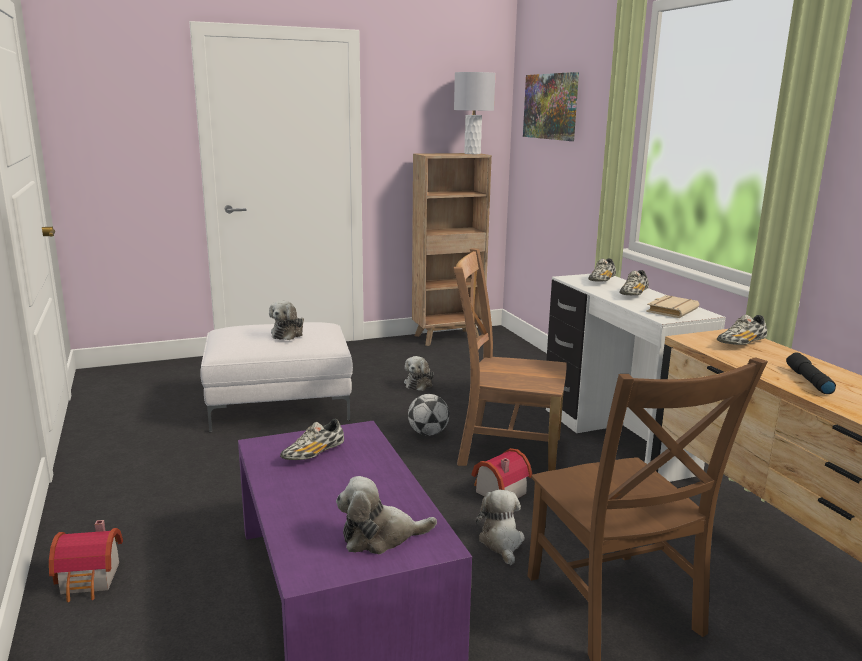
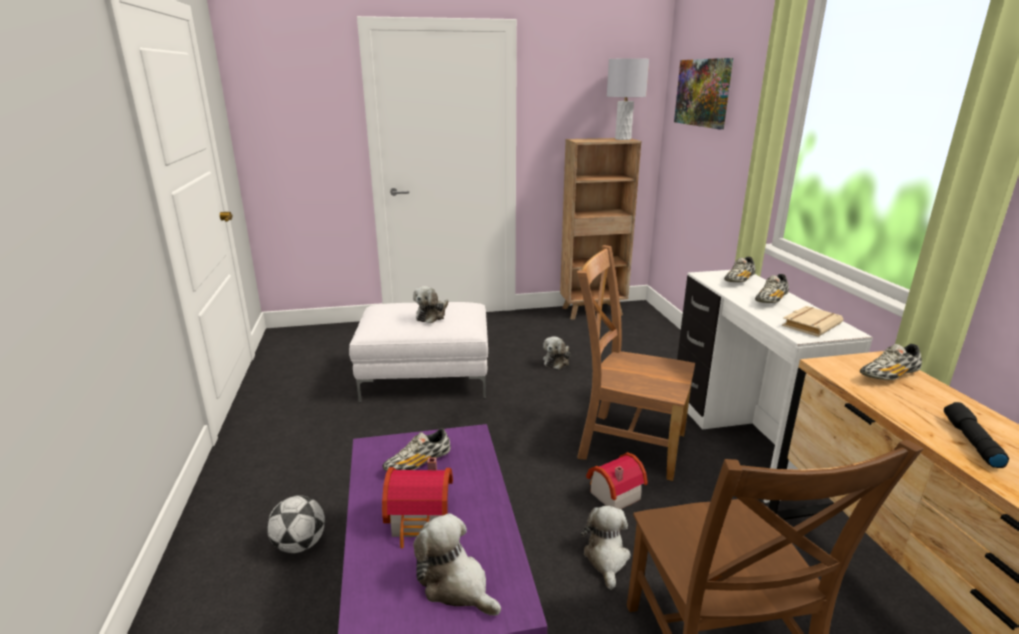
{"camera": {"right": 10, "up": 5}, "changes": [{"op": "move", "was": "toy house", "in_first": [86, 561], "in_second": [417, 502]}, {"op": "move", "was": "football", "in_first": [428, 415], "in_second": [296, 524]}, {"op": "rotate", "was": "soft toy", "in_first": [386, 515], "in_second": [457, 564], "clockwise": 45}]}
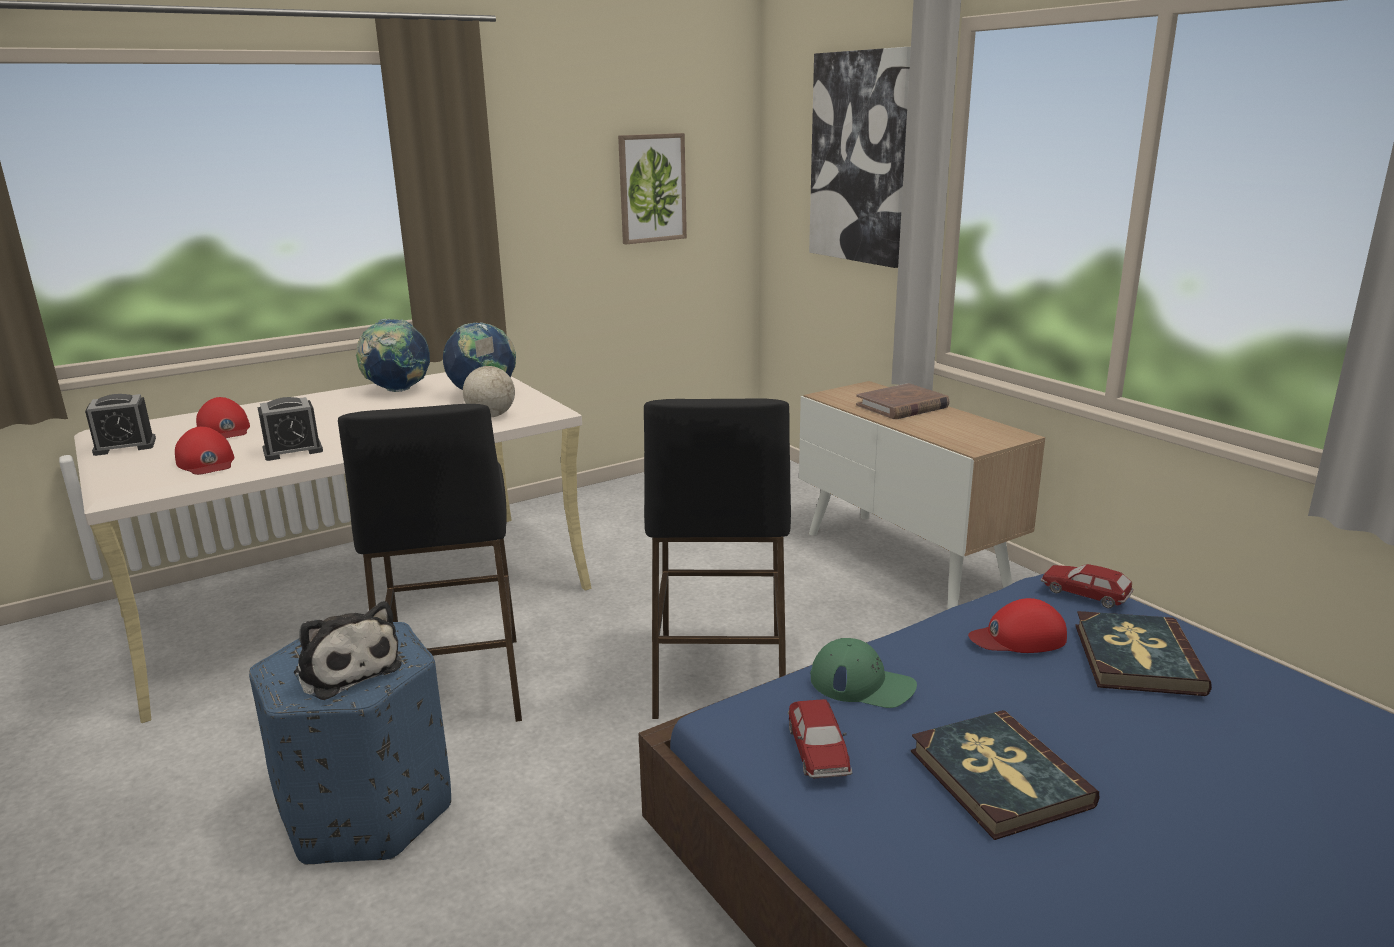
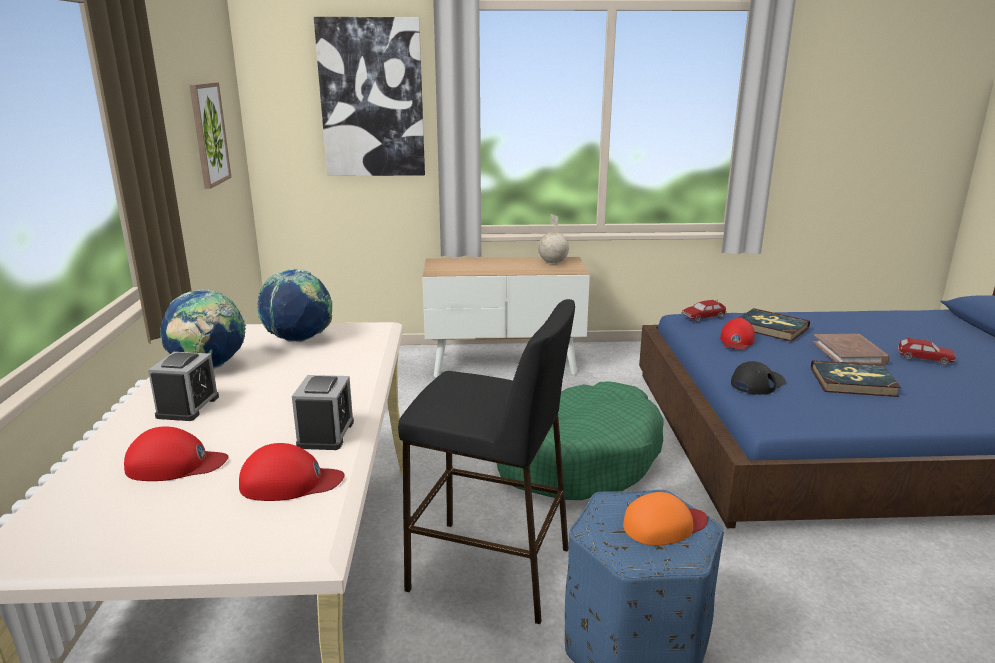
{"camera": {"right": -60, "up": 0}, "changes": [{"op": "move", "was": "bedside clock", "in_first": [120, 425], "in_second": [183, 386]}, {"op": "move", "was": "desk globe", "in_first": [489, 376], "in_second": [553, 238]}, {"op": "move", "was": "miniature car", "in_first": [820, 738], "in_second": [927, 351]}, {"op": "move", "was": "book/brownish", "in_first": [903, 401], "in_second": [851, 349]}, {"op": "replace", "was": "soft toy", "now": "baseball cap/orange-coloured", "in_first": [348, 650], "in_second": [665, 519]}, {"op": "replace", "was": "stool seat/blackish", "now": "dog cushion/green", "in_first": [717, 558], "in_second": [580, 440]}, {"op": "recolor", "was": "baseball cap/green", "now": "baseball cap/blackish", "in_first": [863, 673], "in_second": [758, 378]}]}
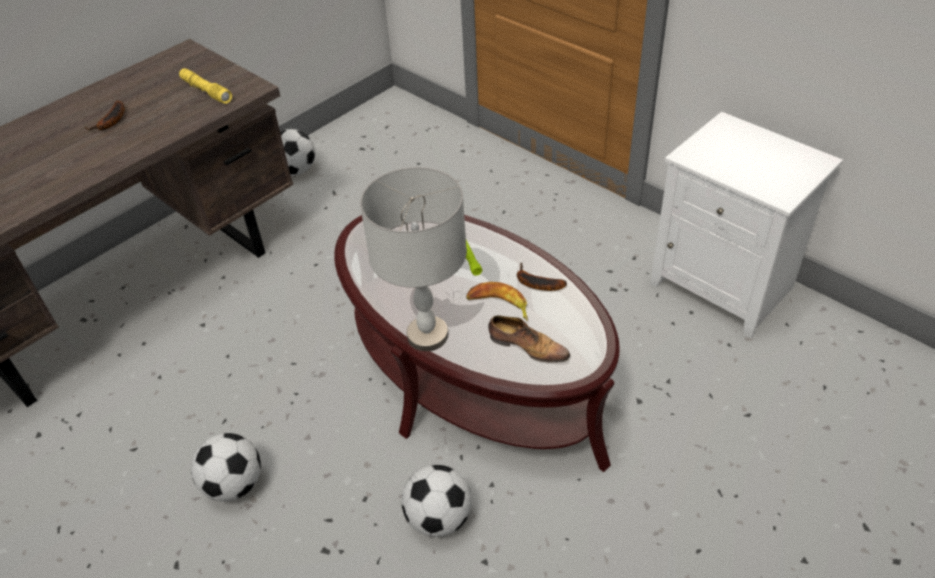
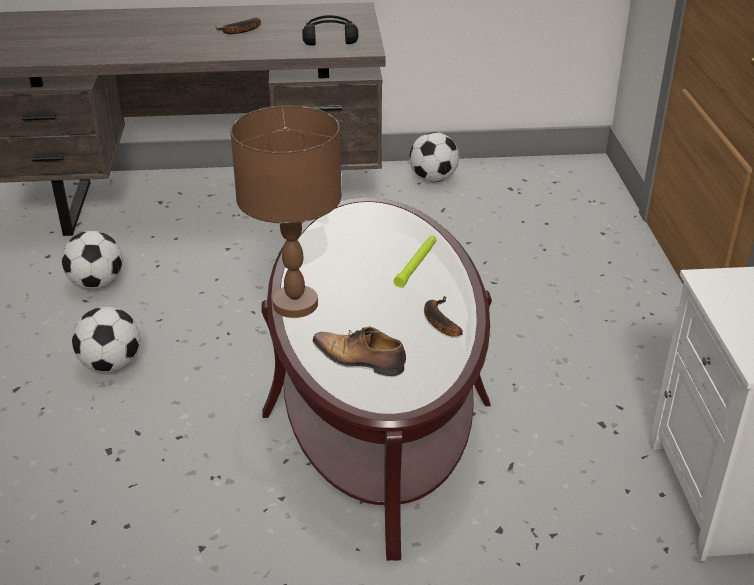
{"camera": {"right": 40, "up": -10}, "changes": [{"op": "delete", "was": "whole banana", "in_first": [497, 301]}, {"op": "move", "was": "football", "in_first": [436, 501], "in_second": [92, 260]}, {"op": "replace", "was": "torch/yellow-coloured", "now": "headphones/blackish", "in_first": [205, 86], "in_second": [330, 30]}, {"op": "recolor", "was": "lamp for a table/gray", "now": "lamp for a table/brownish", "in_first": [413, 259], "in_second": [286, 211]}, {"op": "rotate", "was": "item of footwear", "in_first": [529, 339], "in_second": [359, 351], "clockwise": 135}]}
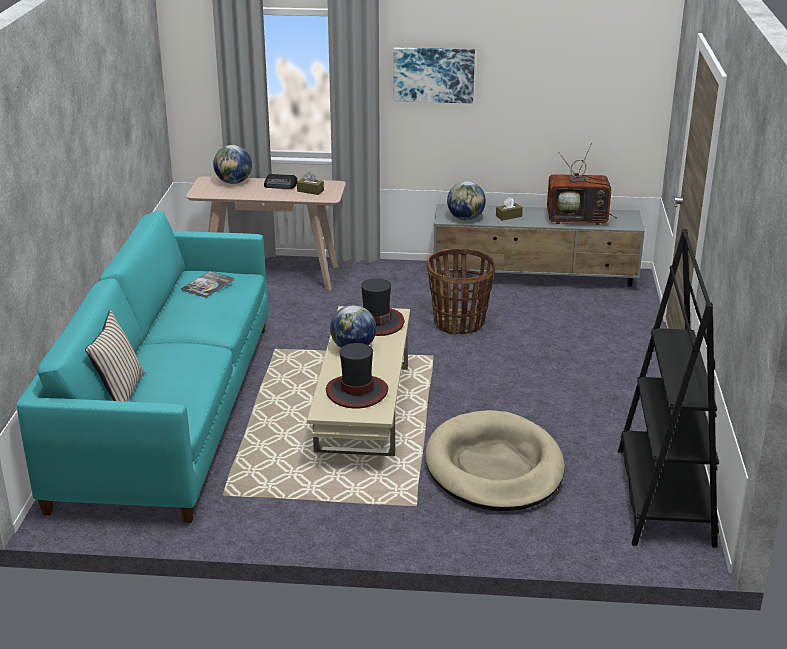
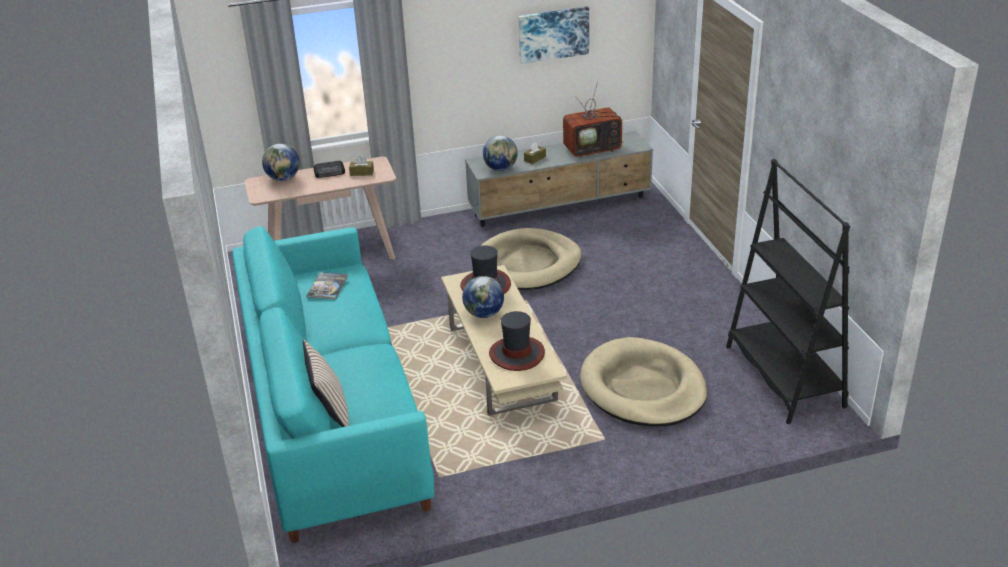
{"camera": {"right": -20, "up": 5}, "changes": [{"op": "move", "was": "picture", "in_first": [434, 75], "in_second": [553, 35]}, {"op": "replace", "was": "storage basket", "now": "dog cushion/sand-coloured", "in_first": [461, 292], "in_second": [531, 259]}]}
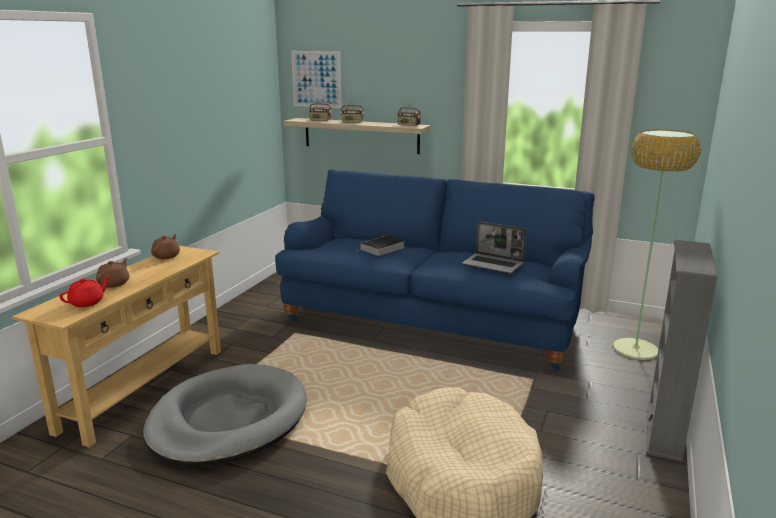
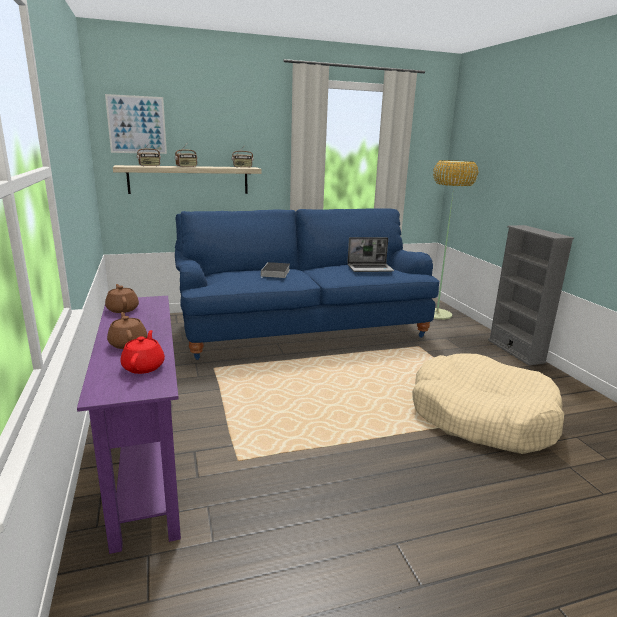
{"camera": {"right": -40, "up": 0}, "changes": [{"op": "delete", "was": "dog cushion/gray", "in_first": [225, 415]}, {"op": "recolor", "was": "narrow table/sand-coloured", "now": "narrow table/purple", "in_first": [116, 346], "in_second": [129, 425]}]}
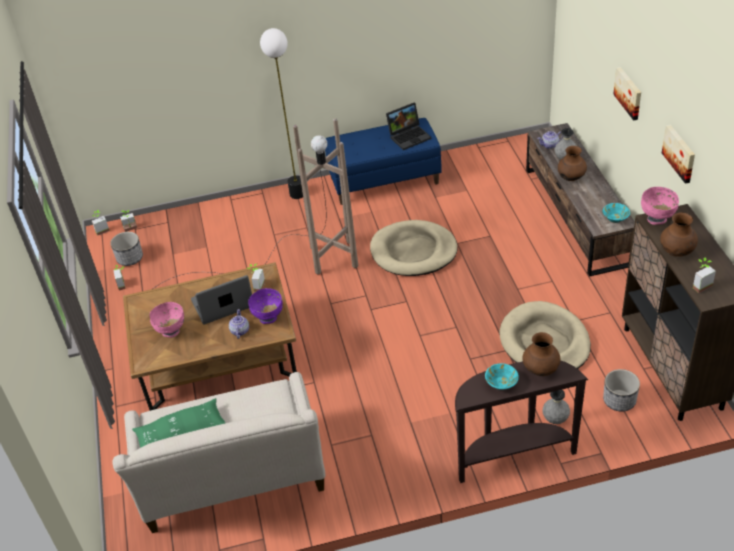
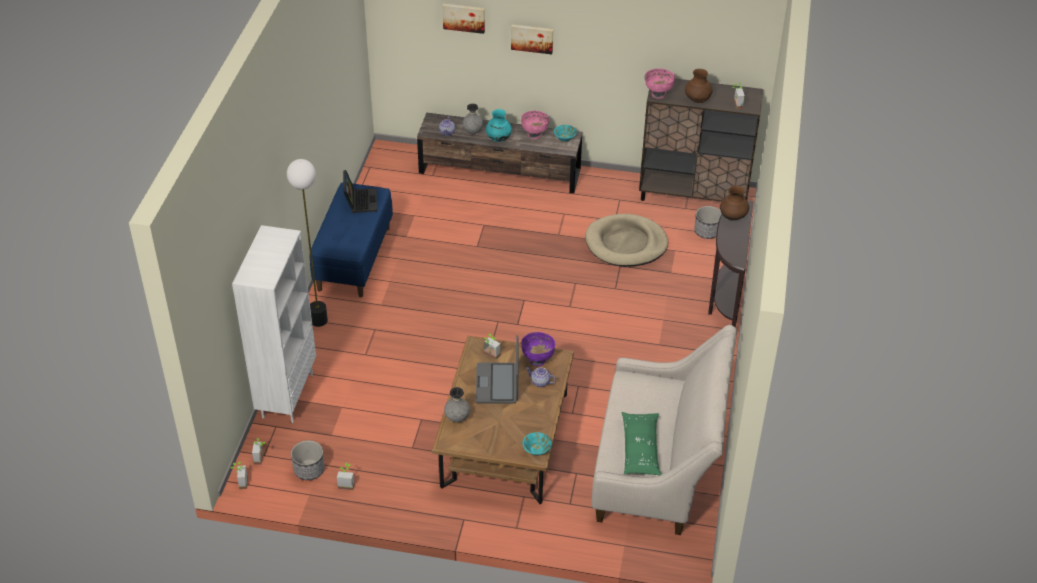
{"camera": {"right": -70, "up": 0}, "changes": [{"op": "delete", "was": "standard lamp/brownish", "in_first": [256, 203]}, {"op": "delete", "was": "dog cushion/sand-coloured", "in_first": [413, 248]}, {"op": "insert", "now": "bookshelf/whitish", "in_second": [274, 324]}, {"op": "move", "was": "serving bowl/pinkish", "in_first": [167, 320], "in_second": [535, 125]}, {"op": "move", "was": "serving bowl/turquoise", "in_first": [502, 376], "in_second": [537, 444]}, {"op": "move", "was": "decorative vase/gray", "in_first": [556, 407], "in_second": [457, 404]}, {"op": "move", "was": "picture", "in_first": [678, 154], "in_second": [464, 19]}, {"op": "recolor", "was": "decorative vase/brownish", "now": "decorative vase/turquoise", "in_first": [572, 163], "in_second": [499, 125]}]}
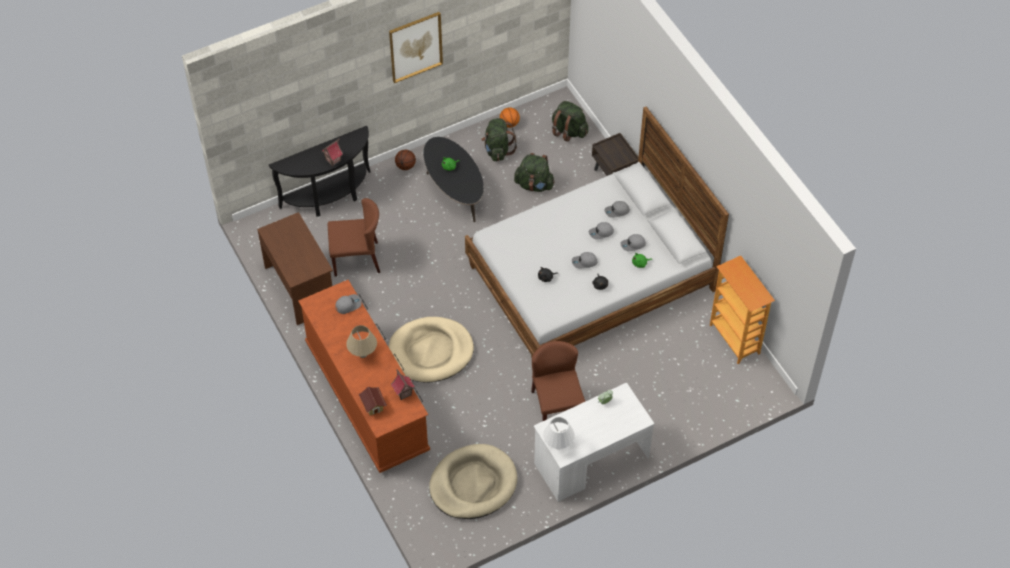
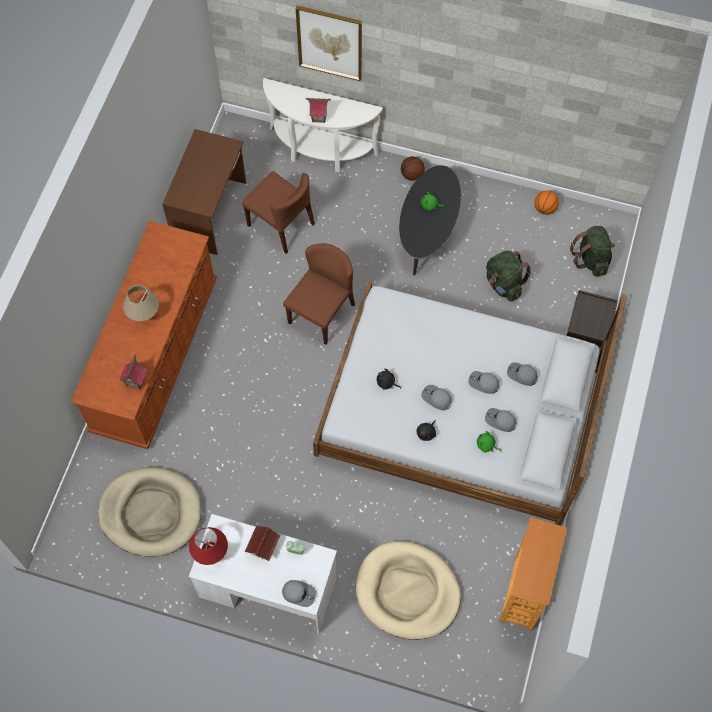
{"camera": {"right": 45, "up": 10}, "changes": [{"op": "delete", "was": "rucksack/green", "in_first": [499, 139]}, {"op": "move", "was": "baseball cap/gray", "in_first": [348, 304], "in_second": [299, 593]}, {"op": "move", "was": "toy house", "in_first": [373, 401], "in_second": [262, 543]}, {"op": "move", "was": "dog cushion/sand-coloured", "in_first": [431, 350], "in_second": [408, 590]}, {"op": "move", "was": "picture", "in_first": [416, 47], "in_second": [329, 43]}, {"op": "move", "was": "chair/brownish", "in_first": [558, 381], "in_second": [319, 293]}, {"op": "recolor", "was": "narrow table/blackish", "now": "narrow table/whitish", "in_first": [319, 171], "in_second": [323, 125]}, {"op": "recolor", "was": "lamp for a table/whitish", "now": "lamp for a table/red", "in_first": [559, 433], "in_second": [208, 546]}]}
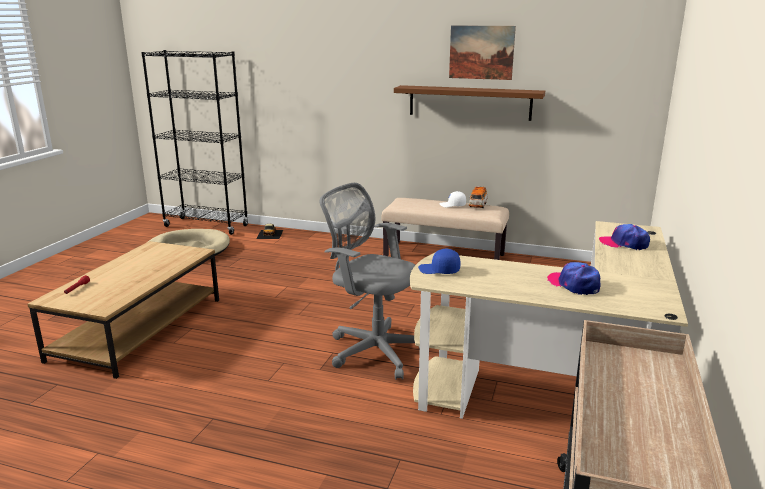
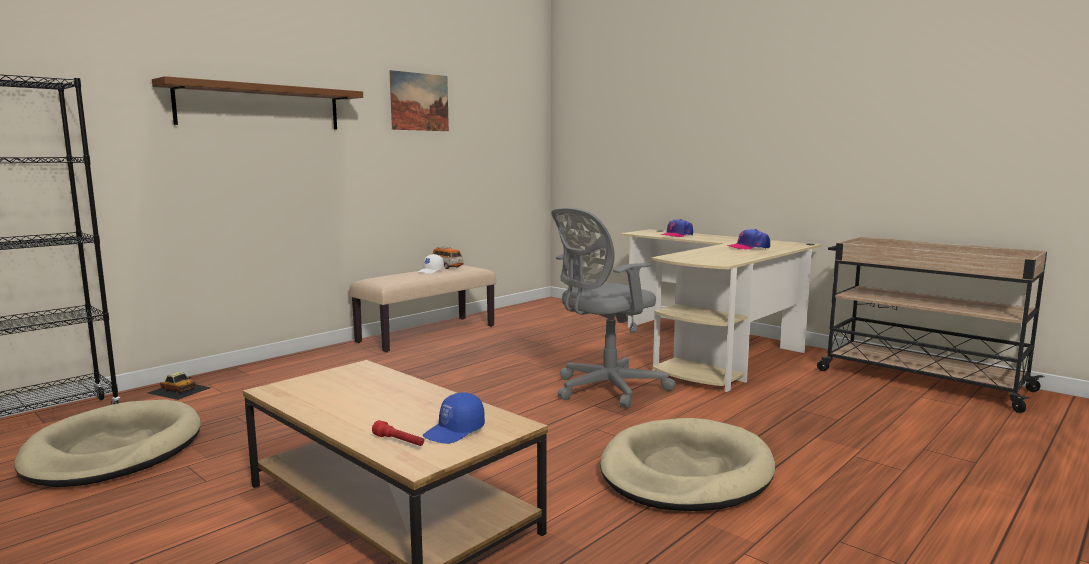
{"camera": {"right": -65, "up": -10}, "changes": [{"op": "insert", "now": "dog cushion/sand-coloured", "in_second": [687, 464]}, {"op": "move", "was": "wall shelf/brownish", "in_first": [469, 103], "in_second": [257, 103]}, {"op": "move", "was": "baseball cap/blue", "in_first": [439, 261], "in_second": [454, 418]}]}
